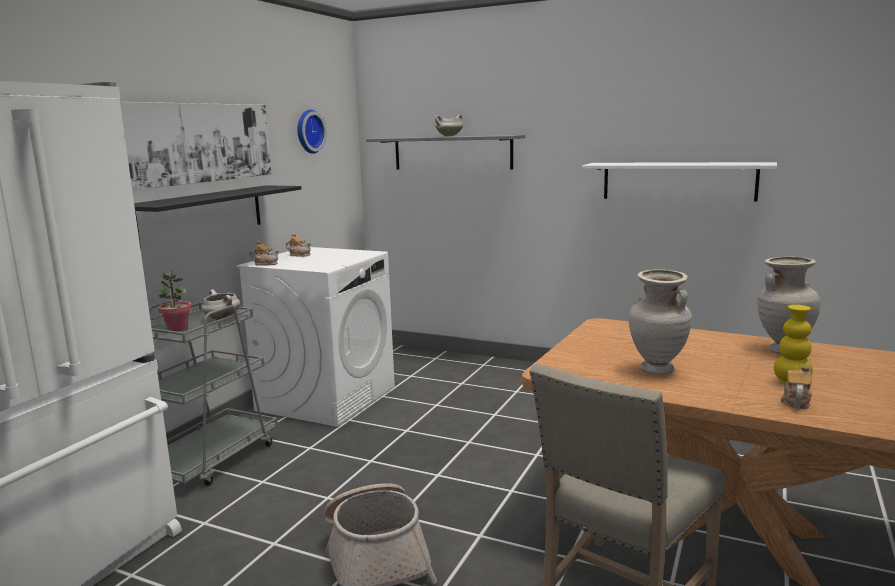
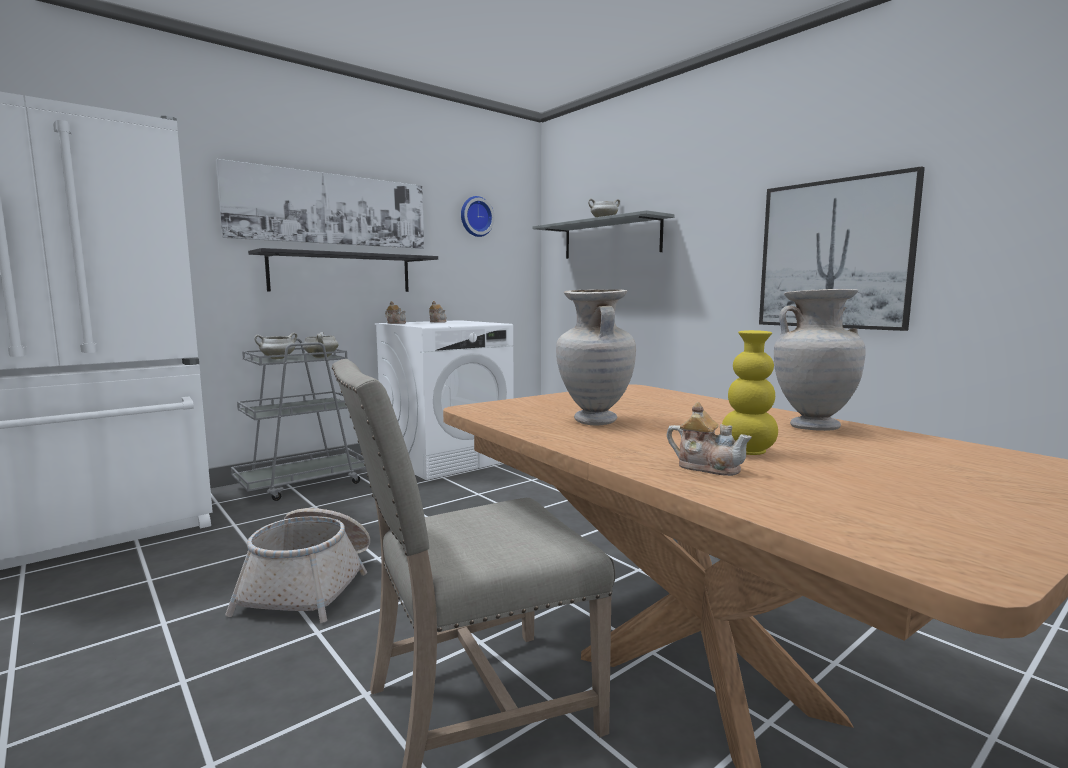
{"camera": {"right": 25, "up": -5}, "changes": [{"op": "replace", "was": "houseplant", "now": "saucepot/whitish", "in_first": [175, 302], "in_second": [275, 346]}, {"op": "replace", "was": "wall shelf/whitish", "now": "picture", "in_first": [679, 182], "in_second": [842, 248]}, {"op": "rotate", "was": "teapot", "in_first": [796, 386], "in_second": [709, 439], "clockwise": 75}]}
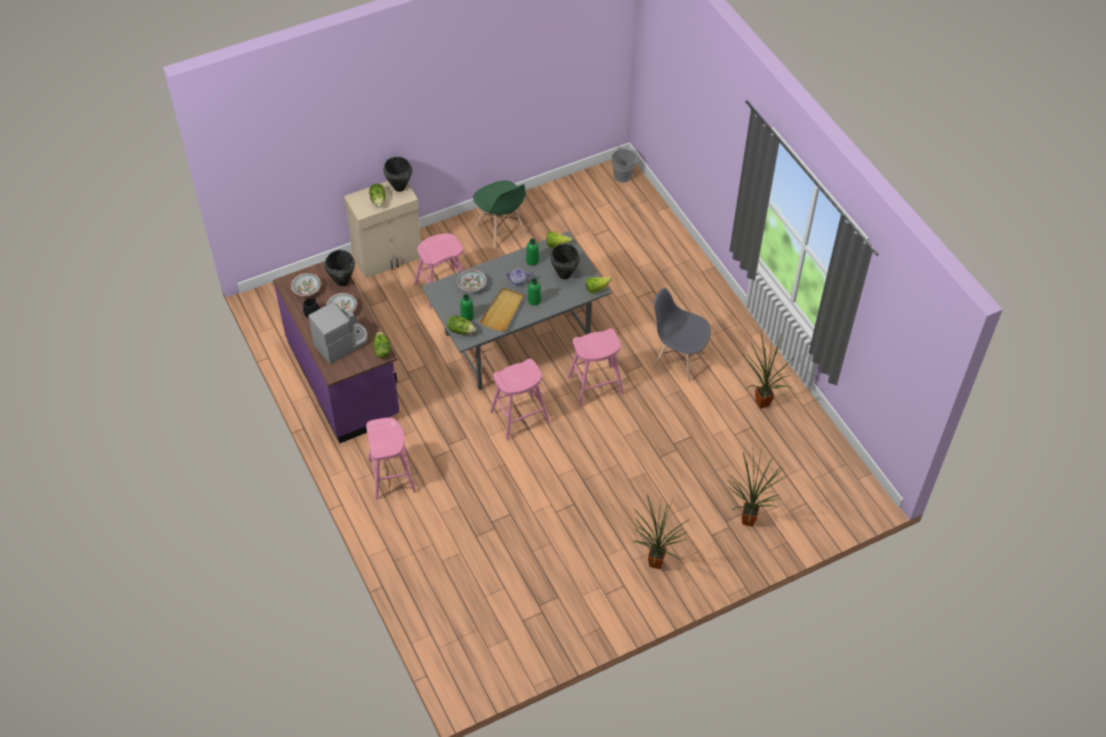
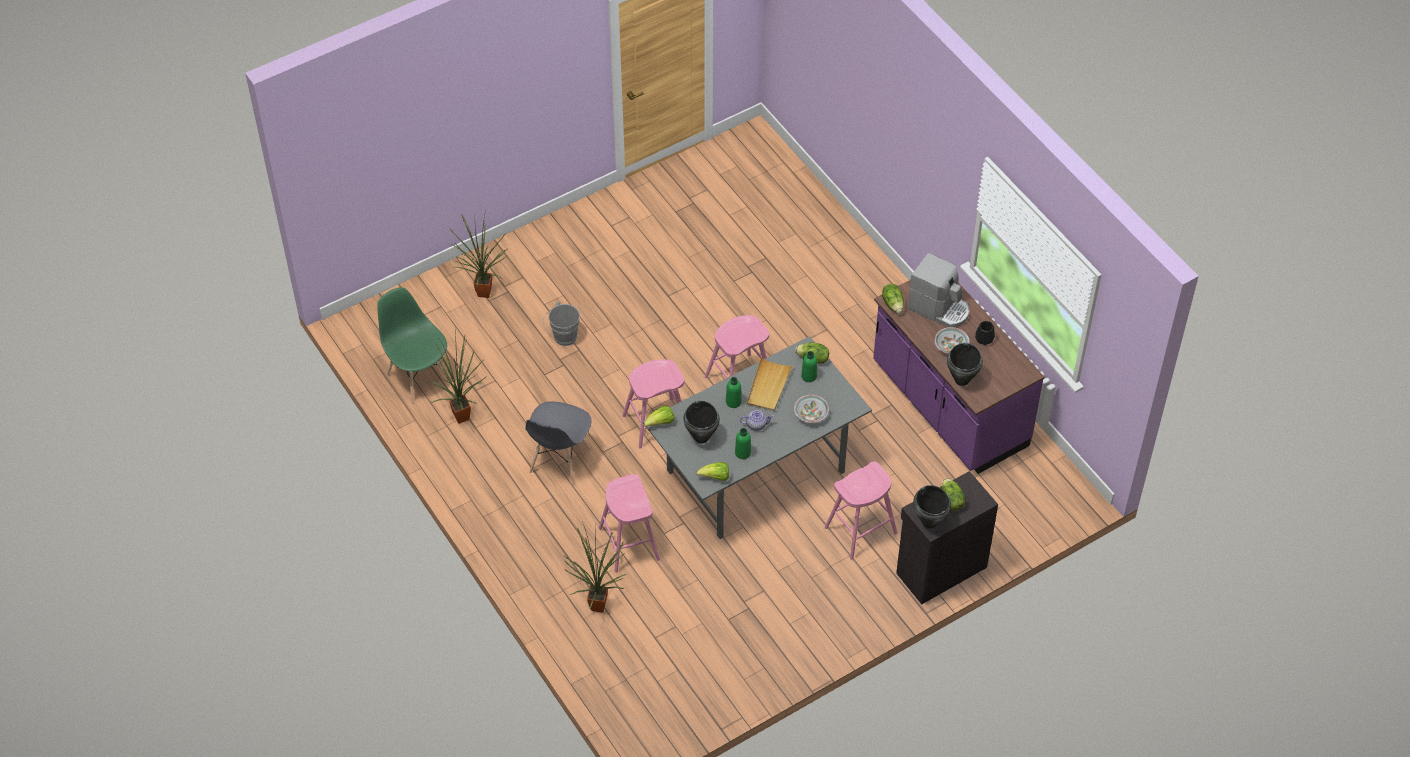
{"camera": {"right": 175, "up": 0}, "changes": [{"op": "delete", "was": "serving bowl", "in_first": [306, 284]}, {"op": "move", "was": "stool seat/pinkish", "in_first": [391, 458], "in_second": [629, 523]}, {"op": "move", "was": "chair/green", "in_first": [500, 214], "in_second": [413, 345]}, {"op": "move", "was": "water bucket/gray", "in_first": [626, 164], "in_second": [561, 324]}, {"op": "move", "was": "houseplant", "in_first": [660, 532], "in_second": [595, 567]}, {"op": "recolor", "was": "cabinet/sand-coloured", "now": "cabinet/blackish", "in_first": [382, 229], "in_second": [947, 537]}, {"op": "rotate", "was": "coffee brewer", "in_first": [338, 333], "in_second": [938, 290], "clockwise": -105}, {"op": "rotate", "was": "chair/gray", "in_first": [682, 335], "in_second": [558, 443], "clockwise": 90}]}
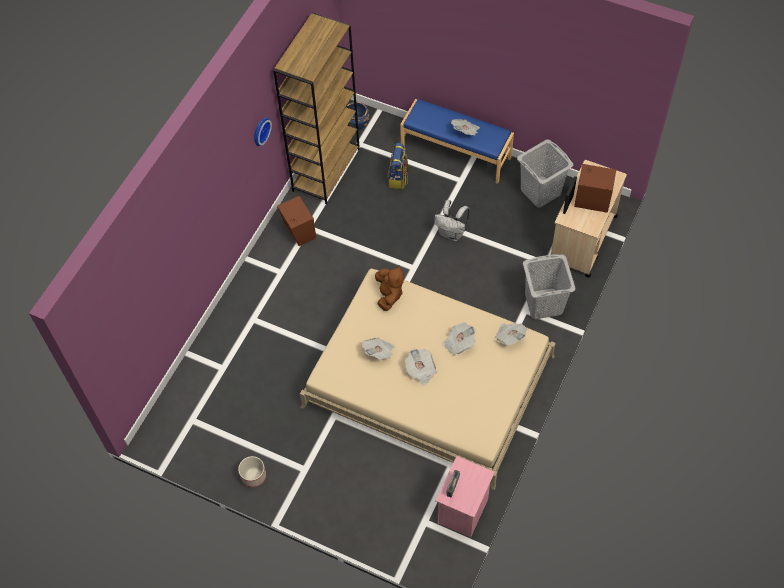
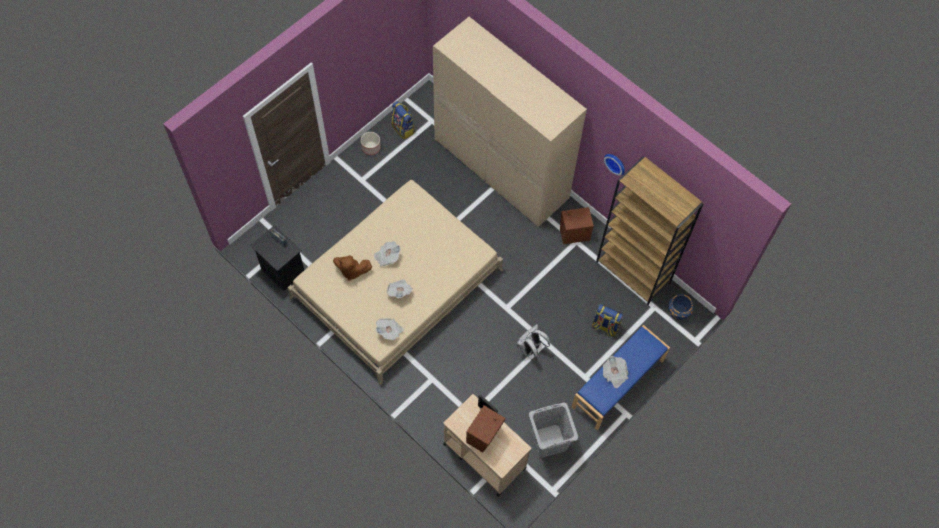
{"camera": {"right": 105, "up": 5}, "changes": [{"op": "delete", "was": "newspaper", "in_first": [378, 348]}, {"op": "delete", "was": "hamper/gray", "in_first": [549, 286]}, {"op": "insert", "now": "rucksack", "in_second": [403, 120]}, {"op": "insert", "now": "wardrobe/sand-coloured", "in_second": [510, 122]}, {"op": "move", "was": "soft toy/brownish", "in_first": [389, 288], "in_second": [352, 268]}, {"op": "recolor", "was": "bedside table/pinkish", "now": "bedside table/blackish", "in_first": [465, 496], "in_second": [277, 258]}]}
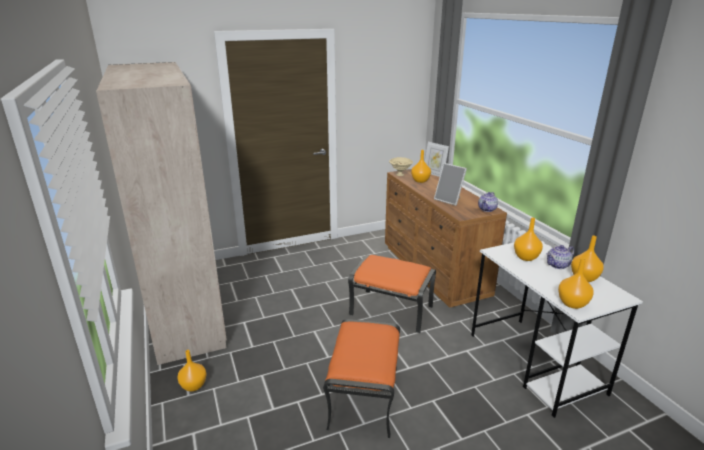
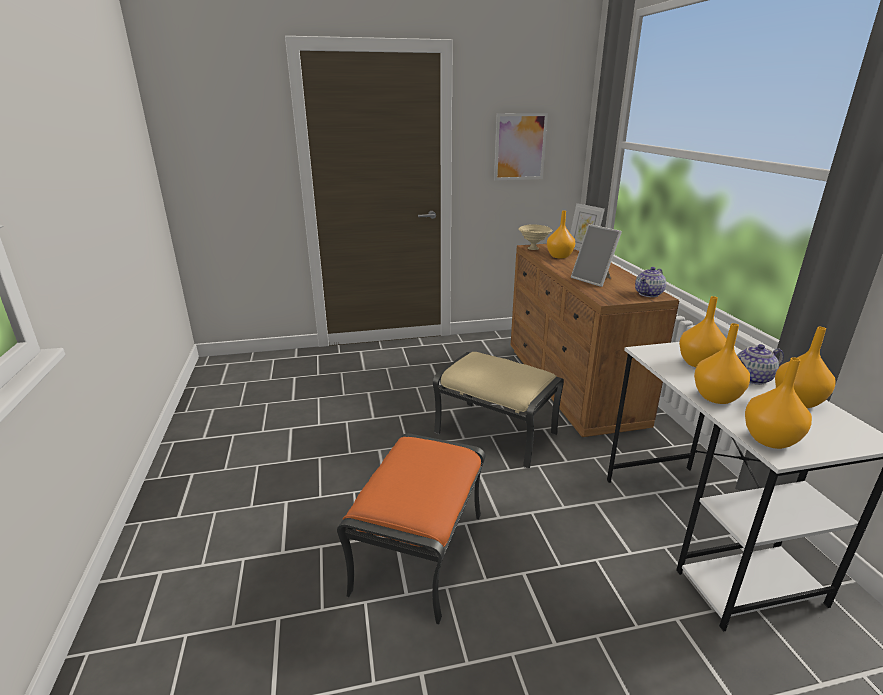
{"camera": {"right": 10, "up": 0}, "changes": [{"op": "delete", "was": "wardrobe/sand-coloured", "in_first": [161, 213]}, {"op": "insert", "now": "picture", "in_second": [521, 147]}, {"op": "move", "was": "decorative vase/orange-coloured", "in_first": [192, 370], "in_second": [722, 363]}, {"op": "recolor", "was": "ottoman/orange-coloured", "now": "ottoman/sand-coloured", "in_first": [392, 294], "in_second": [498, 410]}]}
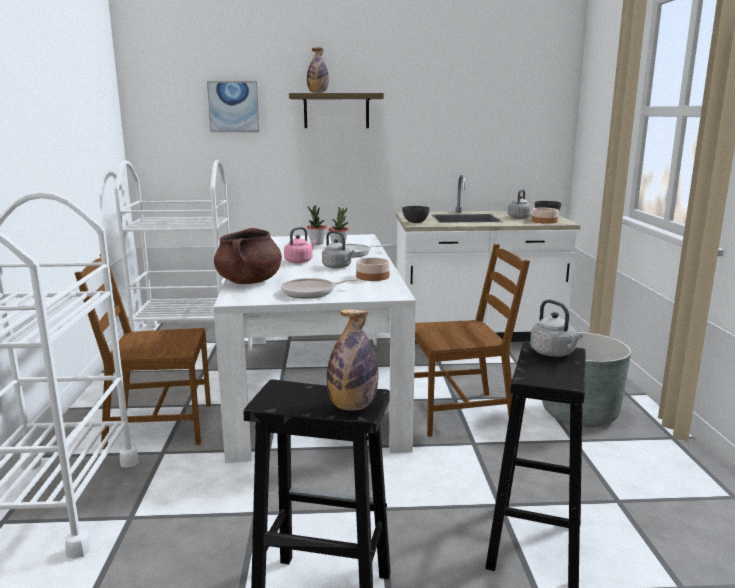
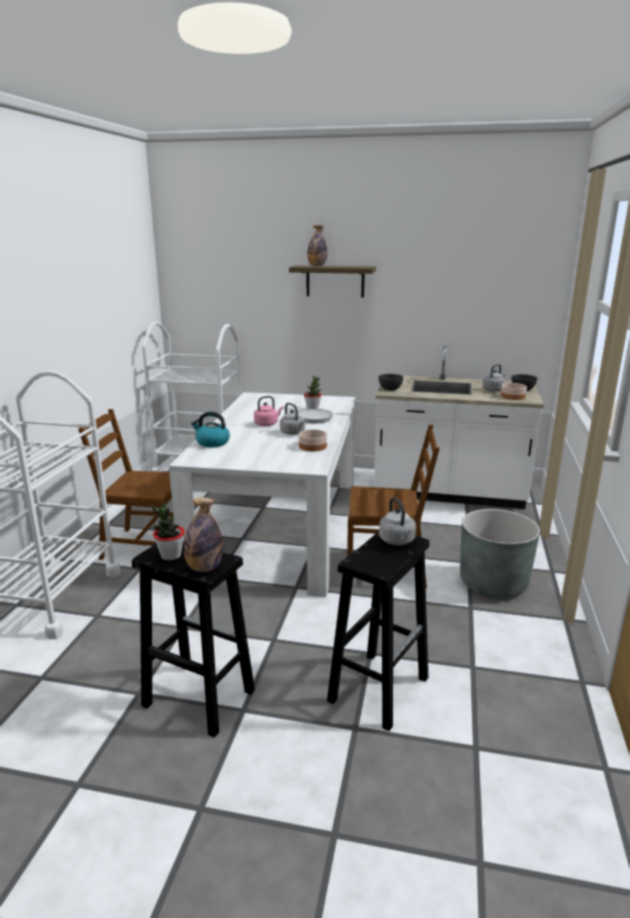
{"camera": {"right": 15, "up": 5}, "changes": [{"op": "delete", "was": "picture", "in_first": [233, 106]}, {"op": "delete", "was": "skillet", "in_first": [320, 288]}, {"op": "move", "was": "houseplant", "in_first": [317, 225], "in_second": [168, 531]}, {"op": "replace", "was": "saucepot/brownish", "now": "tea kettle", "in_first": [248, 256], "in_second": [210, 429]}]}
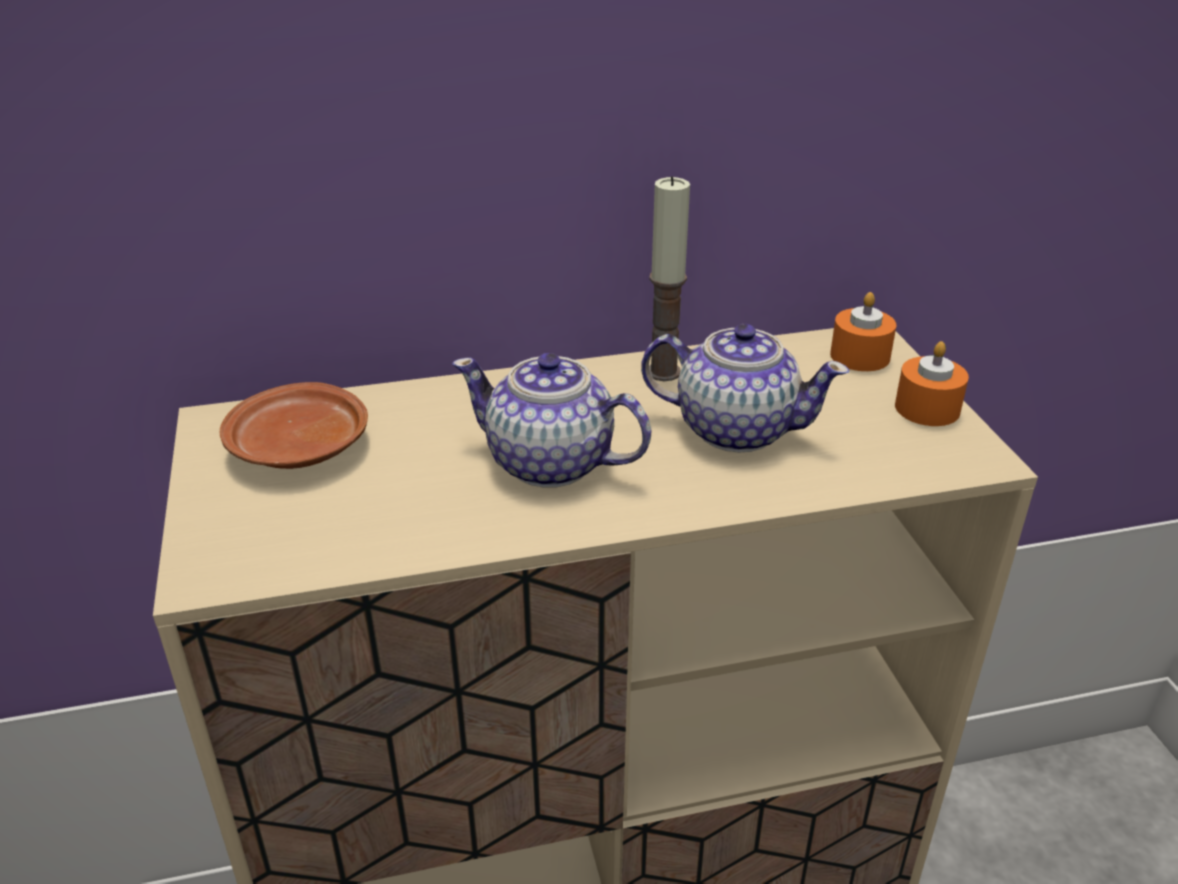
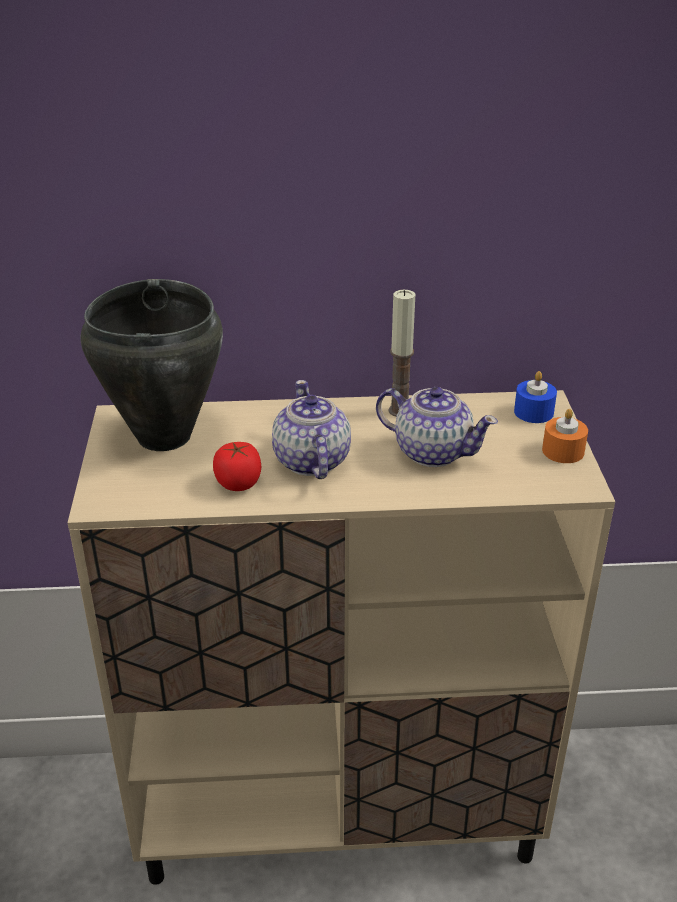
{"camera": {"right": 10, "up": 0}, "changes": [{"op": "insert", "now": "whole tomato", "in_second": [237, 466]}, {"op": "replace", "was": "plate/brownish", "now": "saucepot/blackish", "in_first": [294, 425], "in_second": [151, 365]}, {"op": "recolor", "was": "wax light/orange-coloured", "now": "wax light/blue", "in_first": [863, 331], "in_second": [535, 397]}, {"op": "rotate", "was": "teapot", "in_first": [551, 420], "in_second": [311, 429], "clockwise": 45}]}
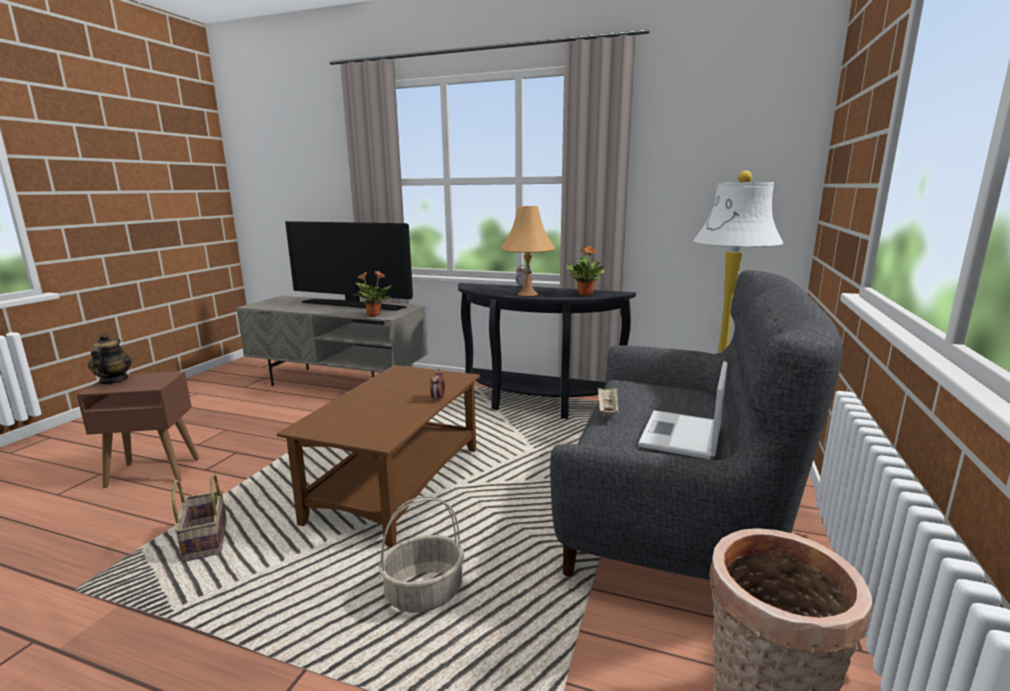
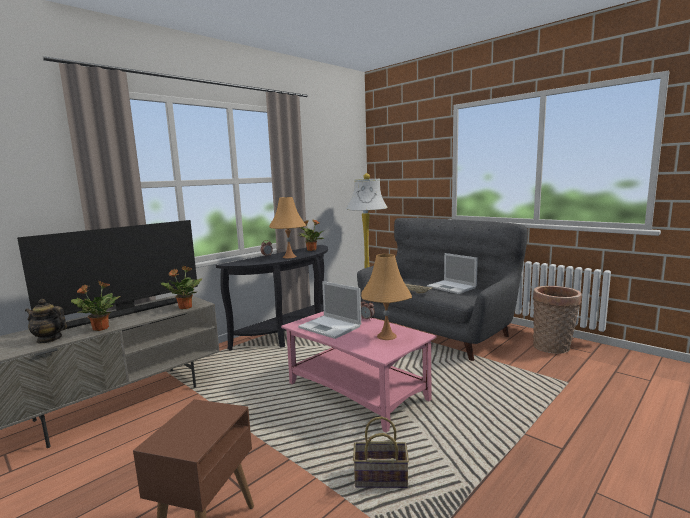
{"camera": {"right": -65, "up": -5}, "changes": [{"op": "delete", "was": "storage basket", "in_first": [422, 554]}, {"op": "insert", "now": "houseplant", "in_second": [96, 306]}, {"op": "insert", "now": "notebook computer", "in_second": [329, 310]}, {"op": "insert", "now": "lamp for a table/orange-coloured", "in_second": [386, 297]}, {"op": "move", "was": "teapot", "in_first": [110, 359], "in_second": [46, 321]}, {"op": "recolor", "was": "lounge table/brownish", "now": "lounge table/pinkish", "in_first": [378, 456], "in_second": [359, 372]}]}
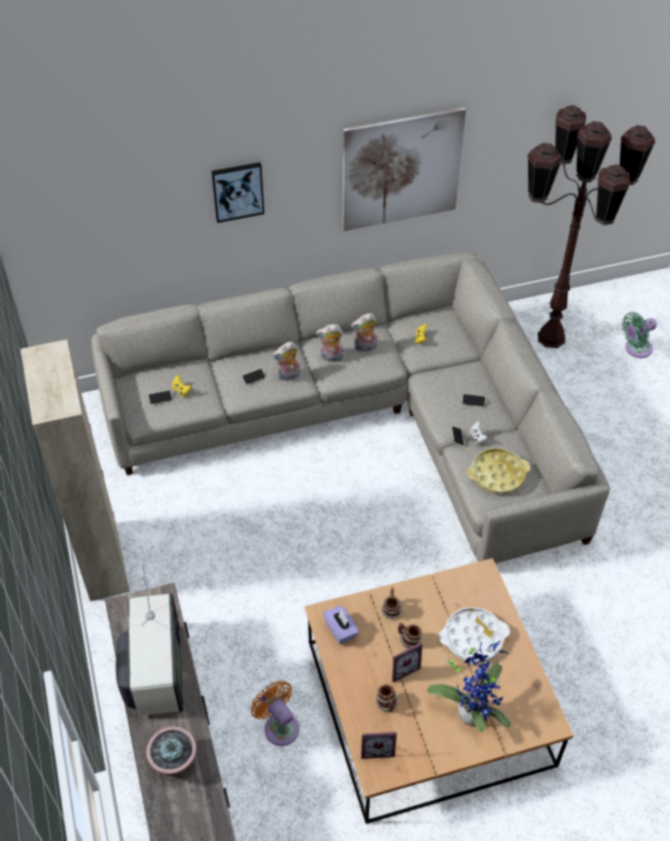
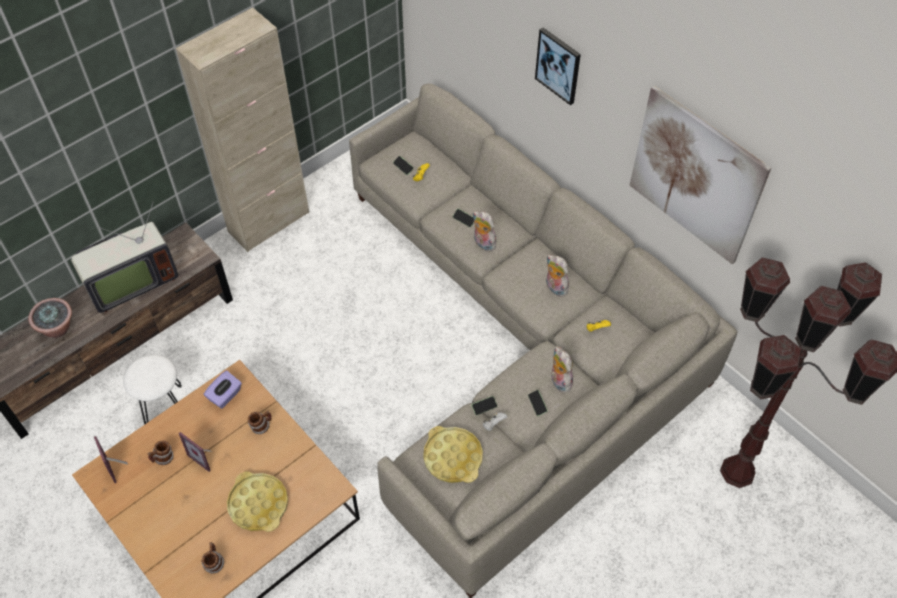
{"camera": {"right": 65, "up": 5}, "changes": [{"op": "delete", "was": "houseplant", "in_first": [469, 686]}, {"op": "delete", "was": "electric fan/green", "in_first": [639, 335]}, {"op": "move", "was": "soft toy", "in_first": [330, 343], "in_second": [562, 369]}, {"op": "move", "was": "coffee mug", "in_first": [410, 635], "in_second": [212, 558]}, {"op": "replace", "was": "electric fan/orange-coloured", "now": "stool seat/whitish", "in_first": [274, 713], "in_second": [152, 389]}, {"op": "recolor", "was": "tray/whitish", "now": "tray/yellow-coloured", "in_first": [474, 634], "in_second": [257, 501]}]}
